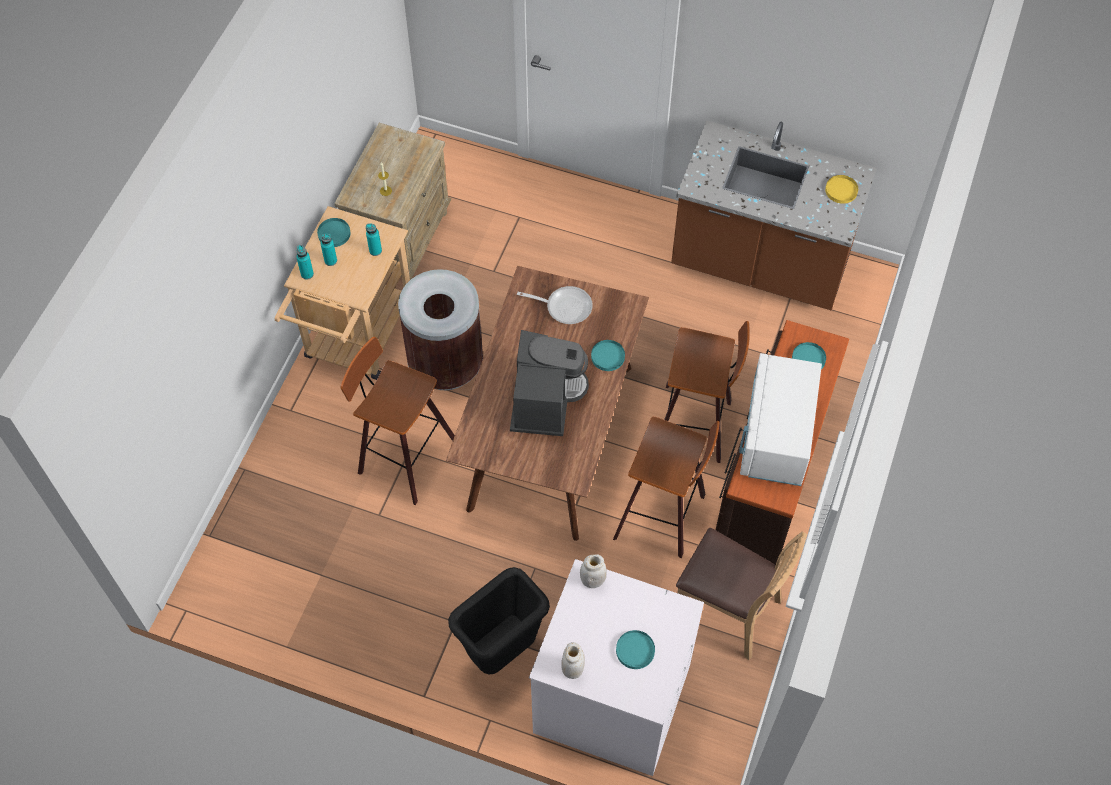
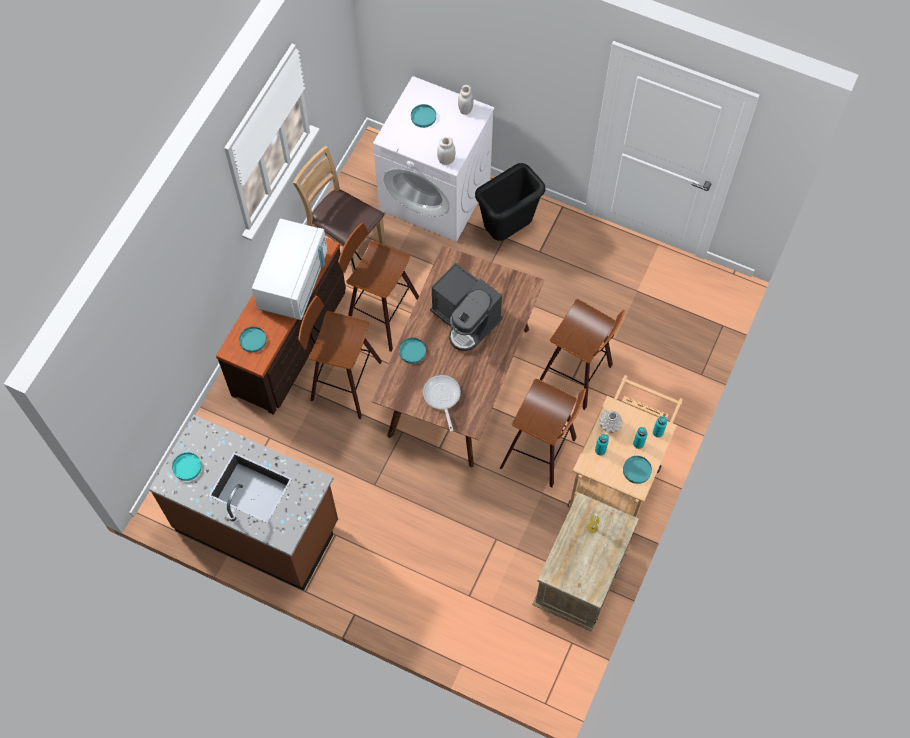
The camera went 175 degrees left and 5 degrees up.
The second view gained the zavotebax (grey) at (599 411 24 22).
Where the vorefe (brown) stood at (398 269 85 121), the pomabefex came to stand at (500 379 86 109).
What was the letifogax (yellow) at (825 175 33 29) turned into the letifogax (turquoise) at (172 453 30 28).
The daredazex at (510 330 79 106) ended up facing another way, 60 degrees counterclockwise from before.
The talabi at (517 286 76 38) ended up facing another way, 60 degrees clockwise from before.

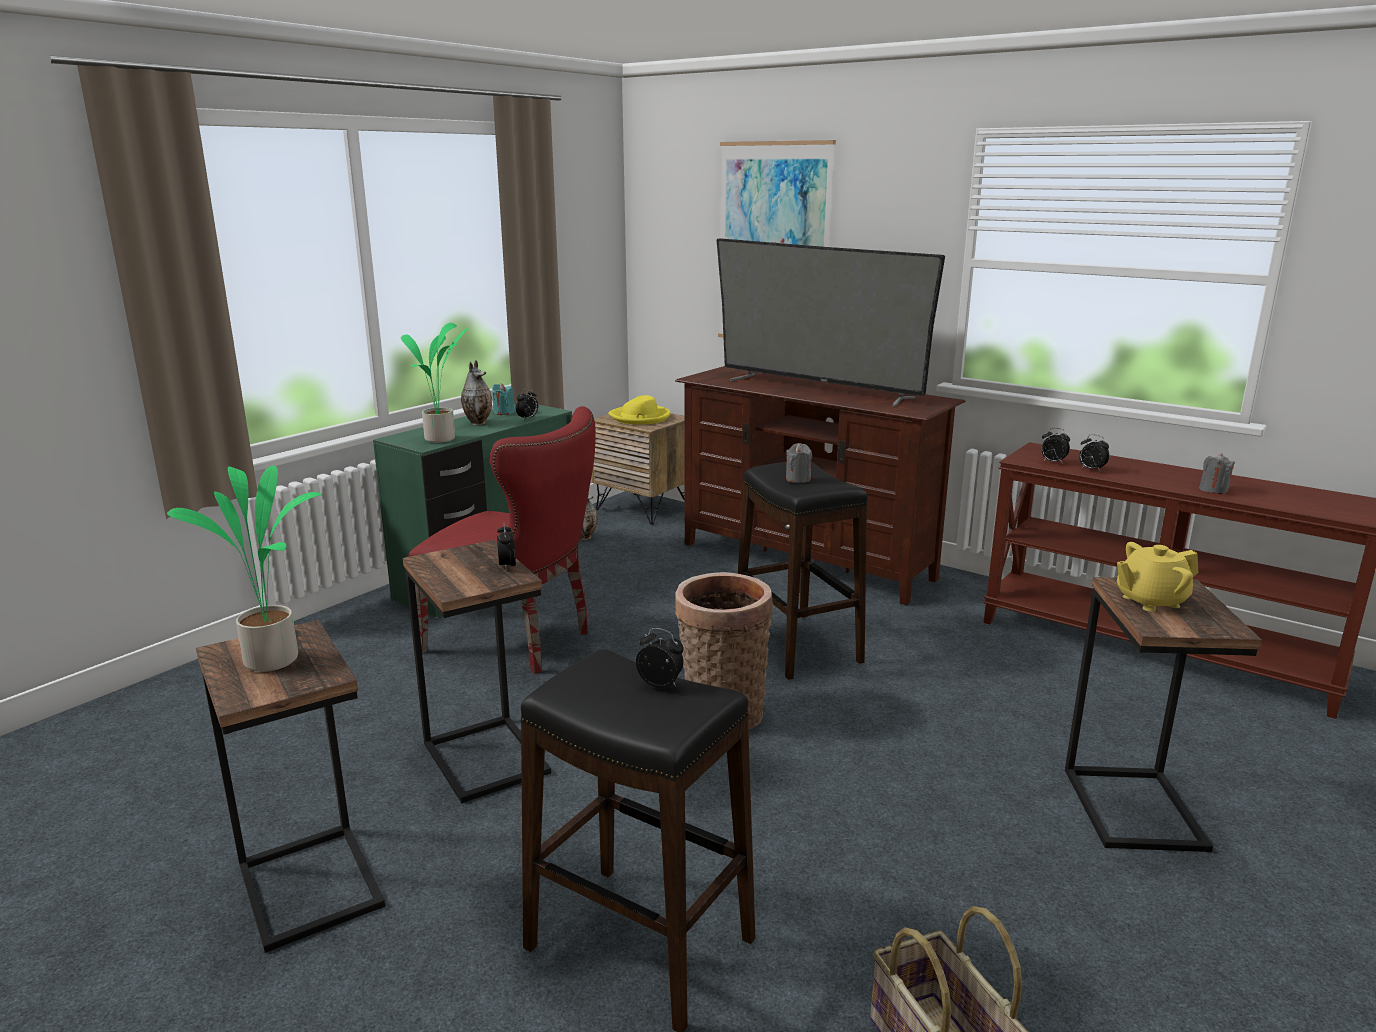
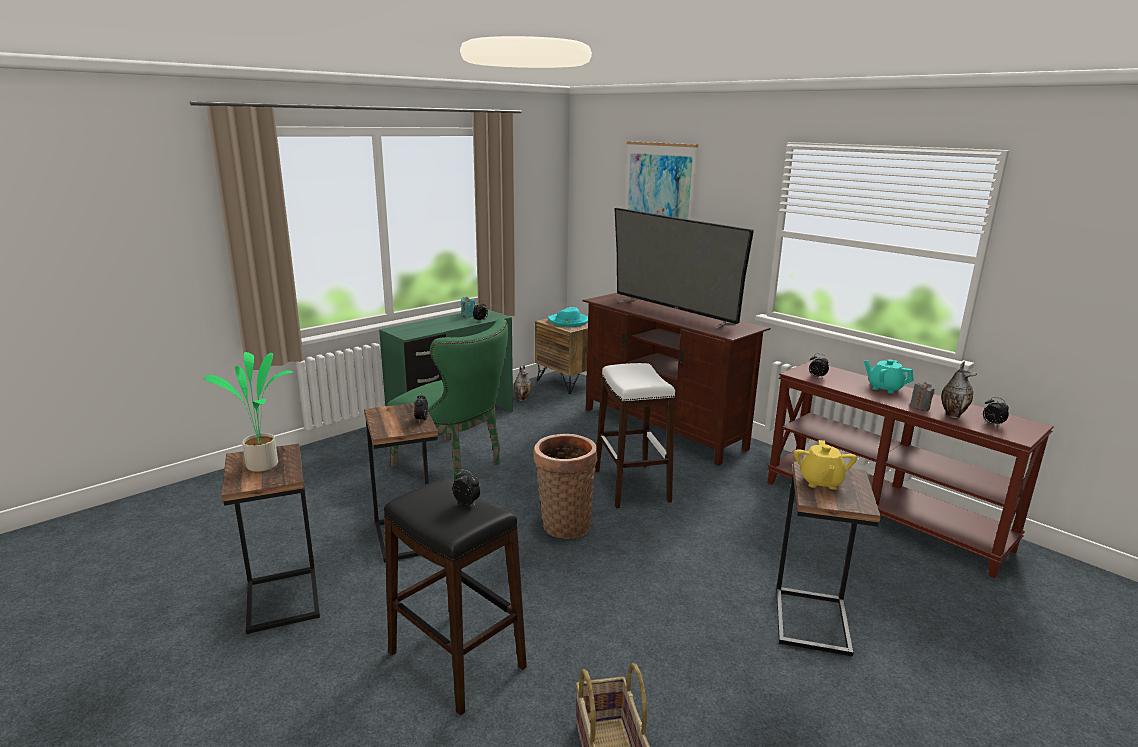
The camera went 10 degrees right and 0 degrees up.
The second view lost the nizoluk at (401 323 68 120).
The second view lost the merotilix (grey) at (786 443 26 40).
The second view gained the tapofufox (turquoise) at (864 359 50 35).
The zavotebax ended up elsewhere, having gone from (461 360 31 66) to (941 361 36 57).
The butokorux ended up elsewhere, having gone from (1079 434 31 38) to (983 397 26 30).
What was the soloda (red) at (407 406 189 268) turned into the soloda (green) at (386 318 122 163).
What was the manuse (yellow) at (608 395 63 30) turned into the manuse (turquoise) at (548 307 40 20).
What was the pomabefex (black) at (738 462 129 218) turned into the pomabefex (white) at (595 363 80 145).
The tapofufox (yellow) at (1117 542 81 70) ended up facing another way, 75 degrees counterclockwise from before.

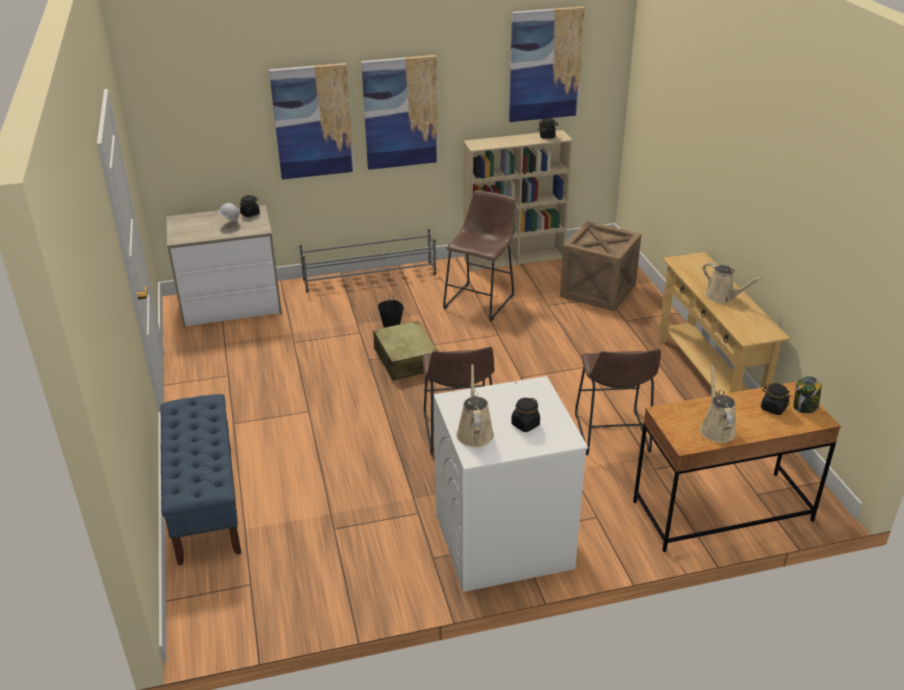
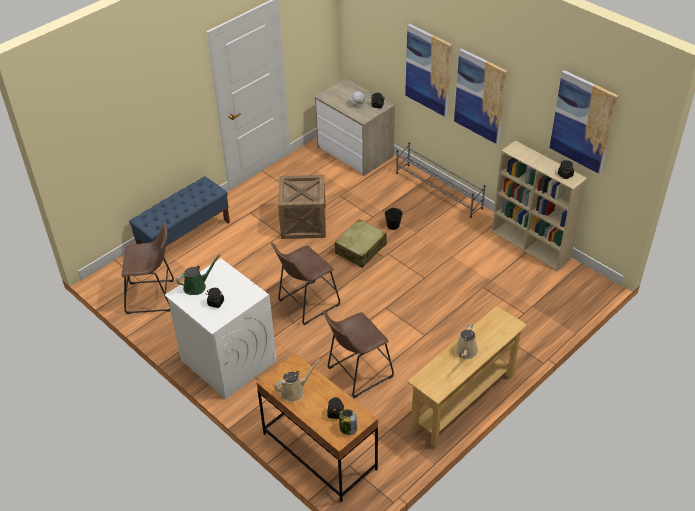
The camera went 60 degrees right and 10 degrees up.
The pomabefex (brown) ended up elsewhere, having gone from (443 190 73 131) to (122 222 52 92).
The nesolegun ended up elsewhere, having gone from (560 221 81 90) to (278 175 48 64).
What was the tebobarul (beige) at (456 364 38 83) turned into the tebobarul (green) at (176 255 44 40).

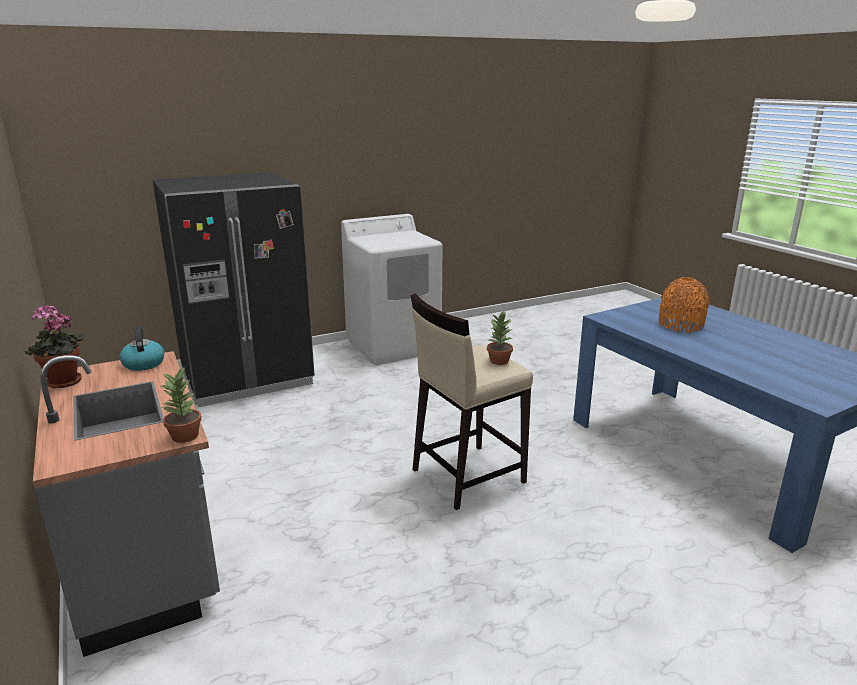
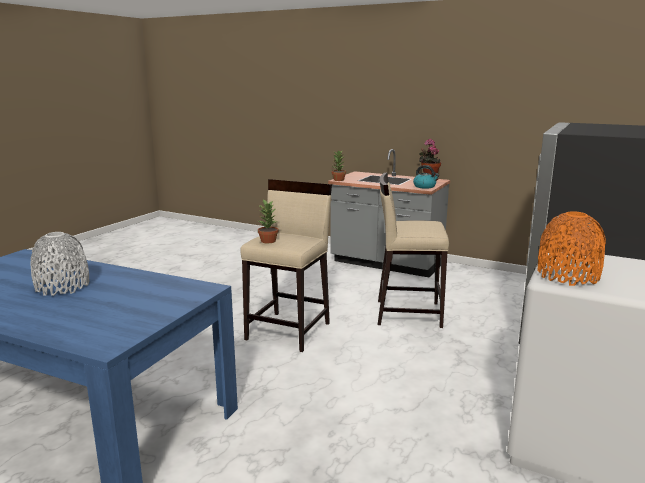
The camera went 145 degrees right and 5 degrees down.
The second view gained the zavotebax (grey) at (30 232 59 64).
The second view gained the pomabefex (beige) at (378 172 71 156).
The zavotebax (orange) ended up elsewhere, having gone from (659 277 50 56) to (537 211 69 75).

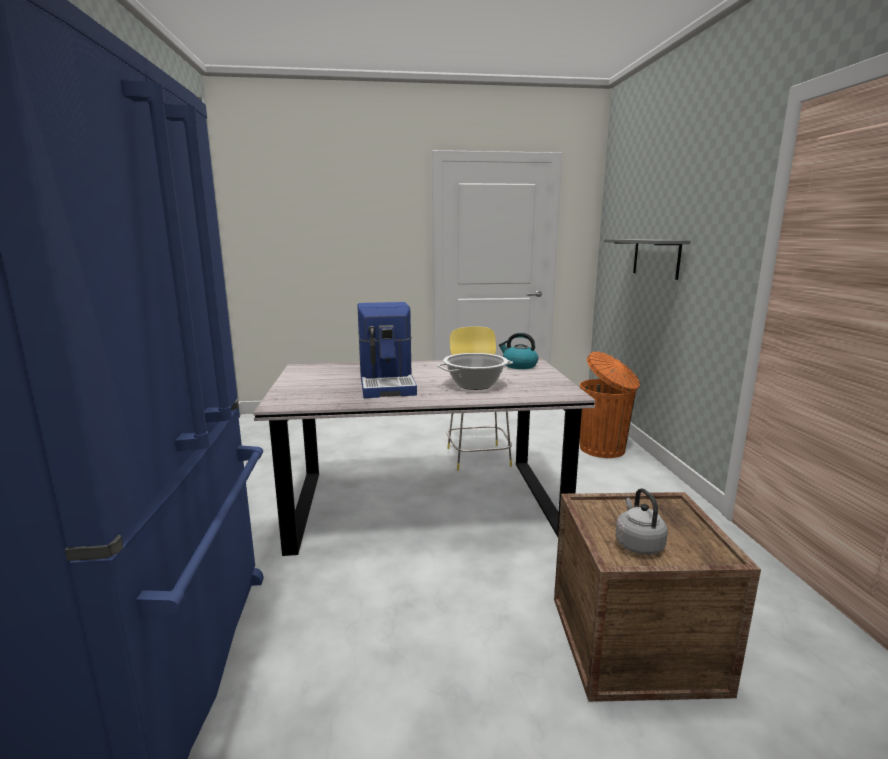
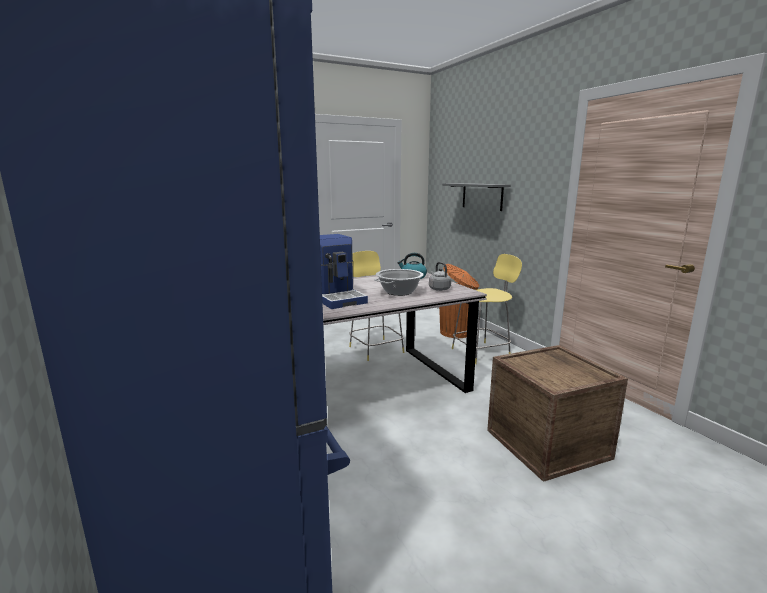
The camera went 20 degrees left and 0 degrees up.
The second view gained the pomabefex (yellow) at (452 254 70 110).
The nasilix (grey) ended up elsewhere, having gone from (616 488 52 67) to (429 262 22 29).

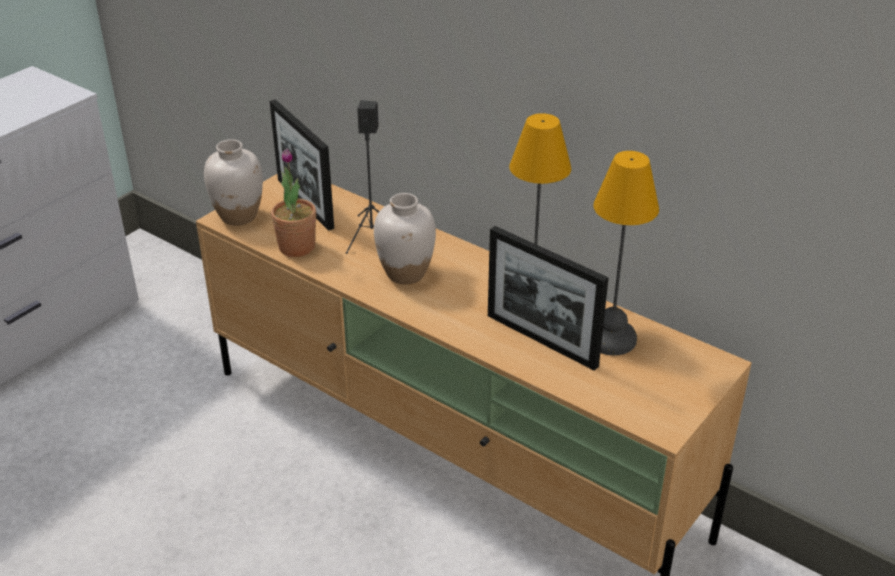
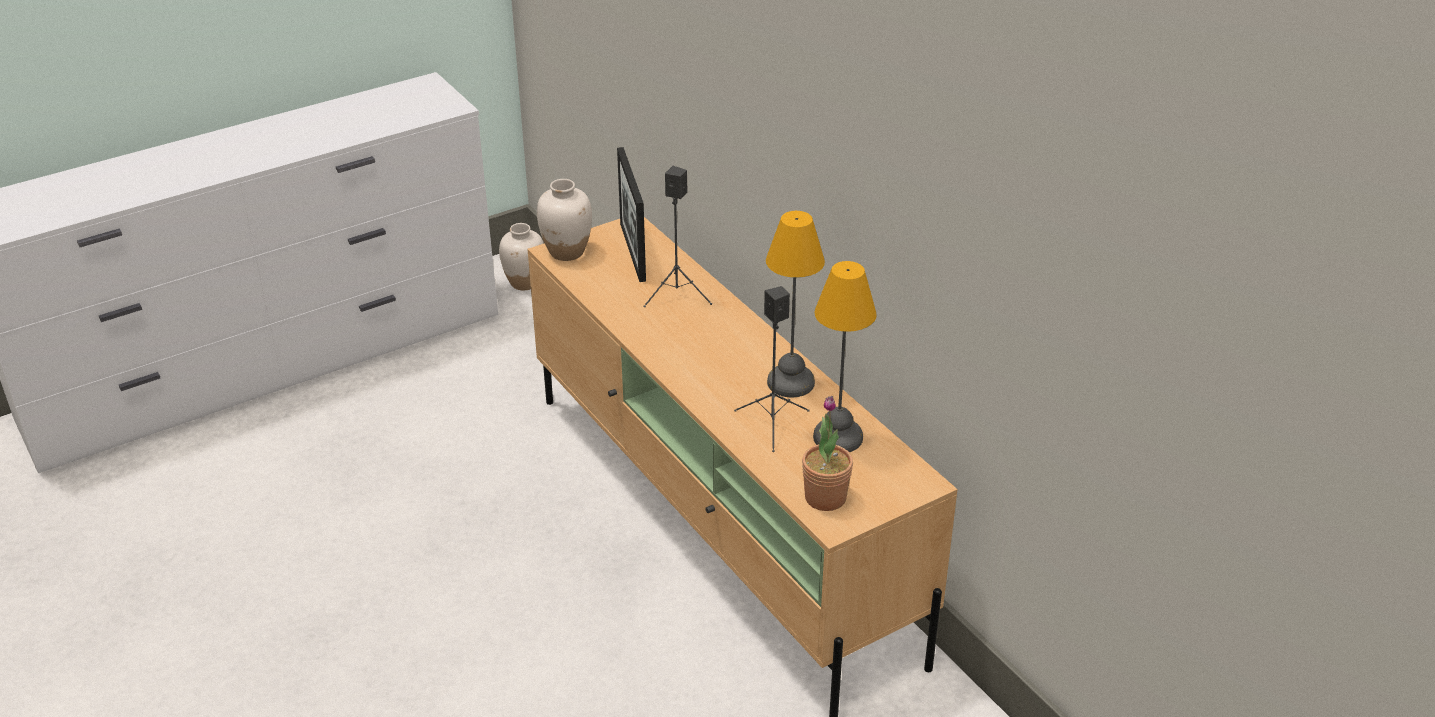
The camera went 20 degrees right and 0 degrees up.
The nizoluk ended up elsewhere, having gone from (271 148 45 109) to (802 396 51 115).
The zavotebax (white) ended up elsewhere, having gone from (374 193 62 91) to (499 223 45 67).
Where the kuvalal stood at (488 226 121 145), the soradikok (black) came to stand at (734 286 76 166).

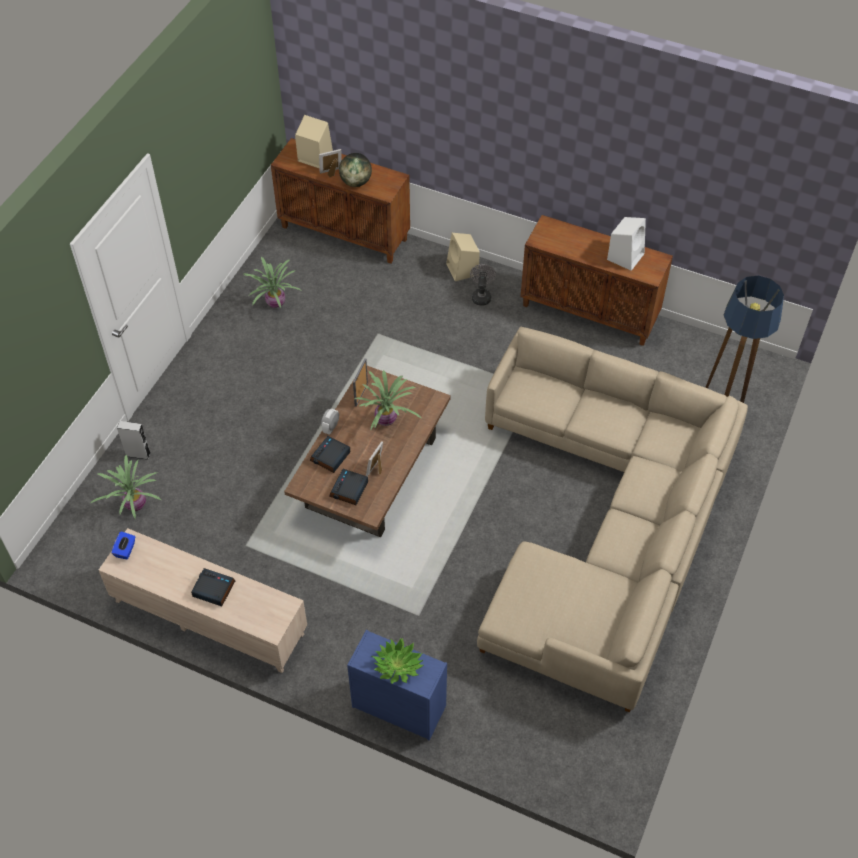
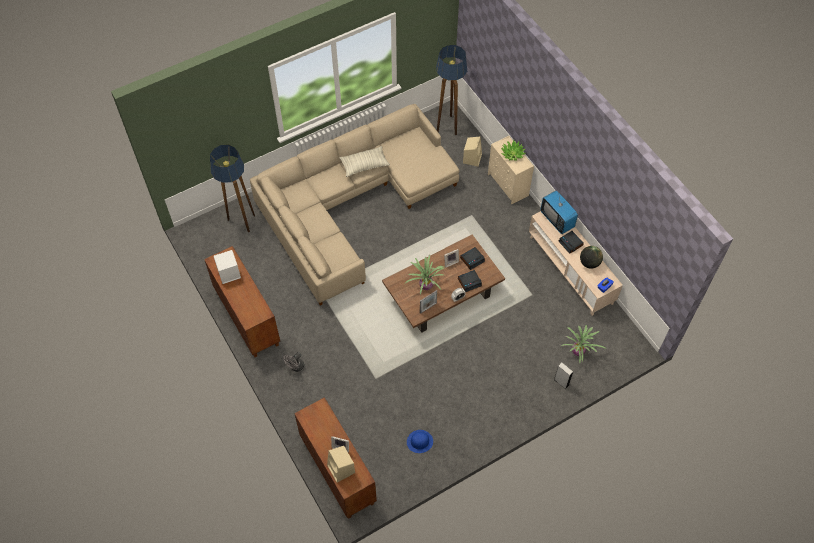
The camera went 145 degrees left and 5 degrees up.
The second view gained the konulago at (340 146 50 31).
The second view gained the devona at (436 45 31 91).
The second view gained the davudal at (540 191 38 43).
The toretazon ended up elsewhere, having gone from (339 153 33 34) to (580 246 23 23).
The soradikok (beige) ended up elsewhere, having gone from (446 233 34 48) to (463 137 19 30).
Where the nizoluk stood at (244 257 58 51), the manuse (blue) came to stand at (407 430 26 23).
What was the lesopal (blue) at (347 630 100 111) turned into the lesopal (beige) at (488 136 46 68).

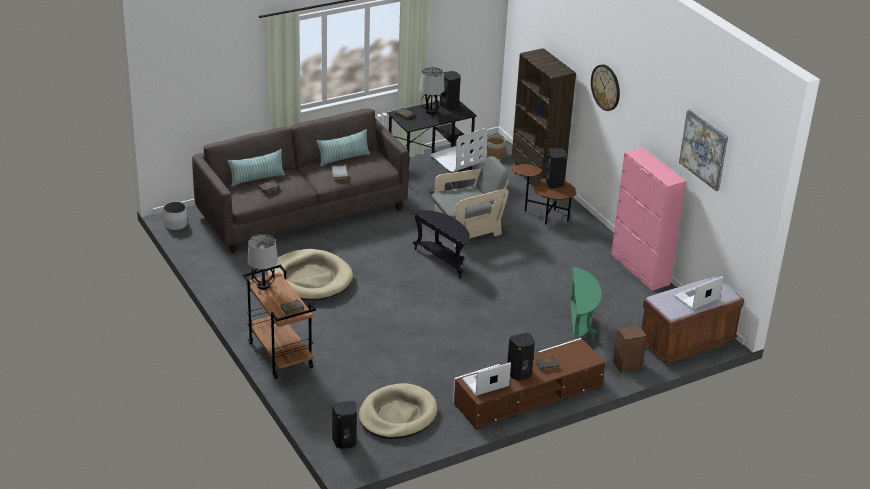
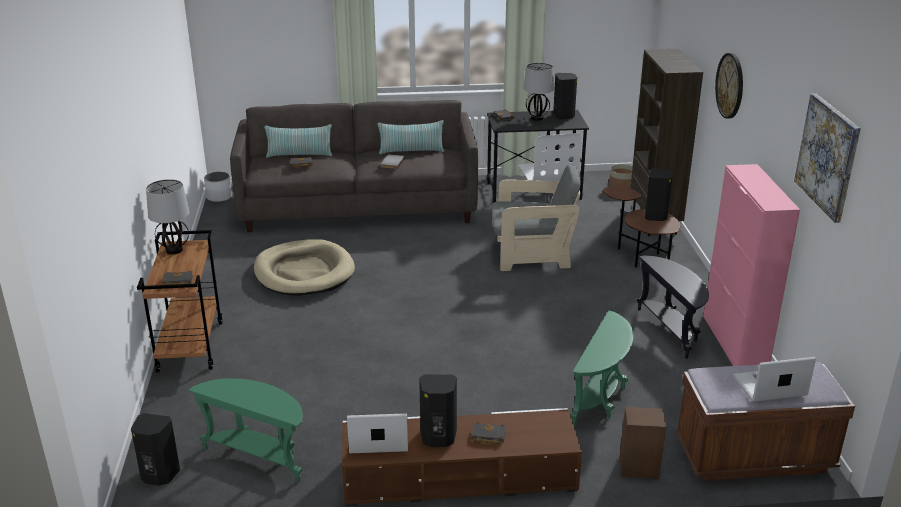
The camera went 25 degrees right and 5 degrees down.
The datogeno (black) ended up elsewhere, having gone from (412 210 58 69) to (637 256 72 103).
Where the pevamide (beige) stood at (359 383 78 56), the datogeno (green) came to stand at (188 378 115 105).

